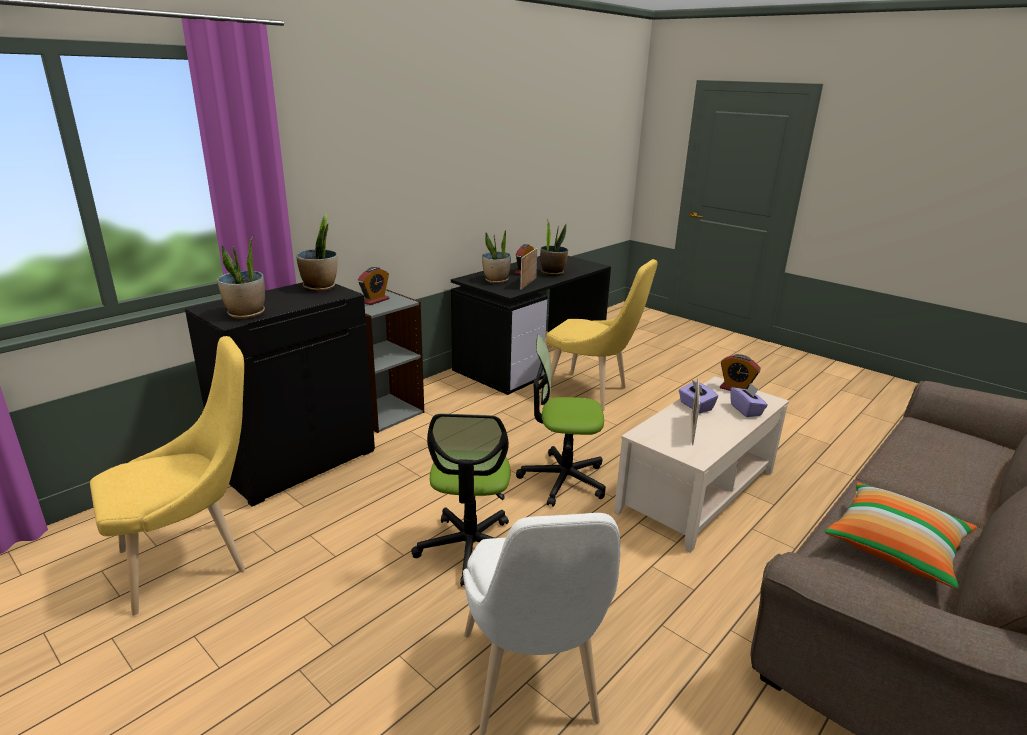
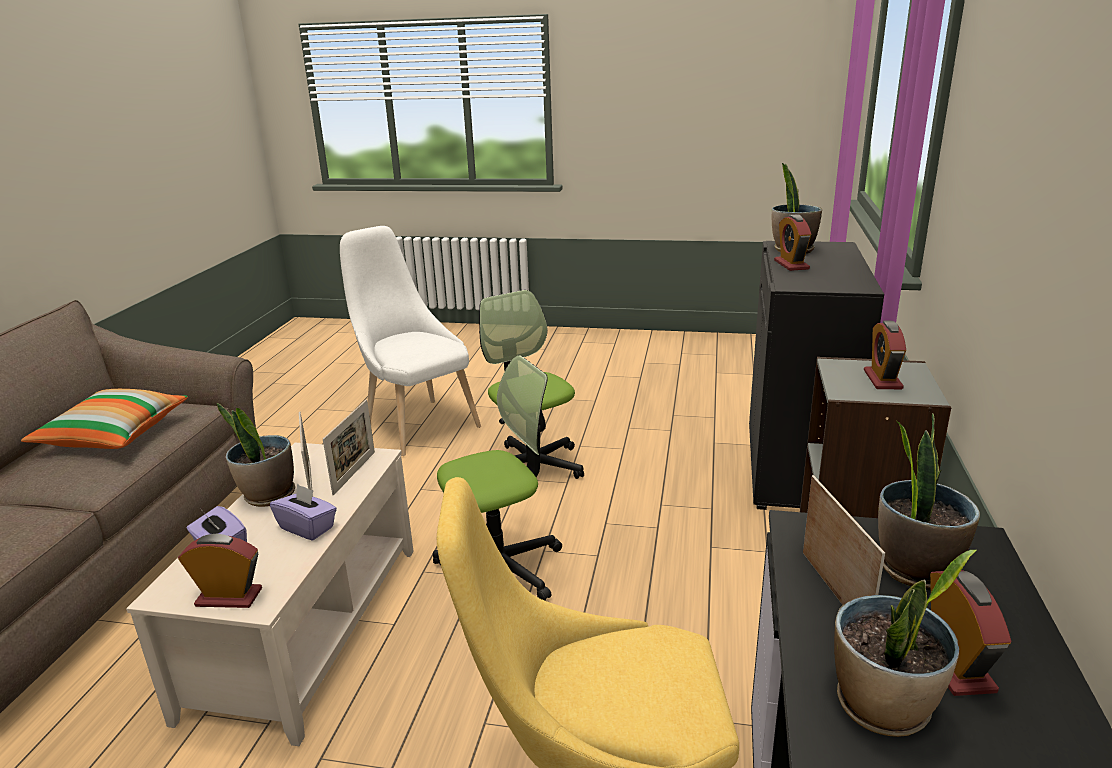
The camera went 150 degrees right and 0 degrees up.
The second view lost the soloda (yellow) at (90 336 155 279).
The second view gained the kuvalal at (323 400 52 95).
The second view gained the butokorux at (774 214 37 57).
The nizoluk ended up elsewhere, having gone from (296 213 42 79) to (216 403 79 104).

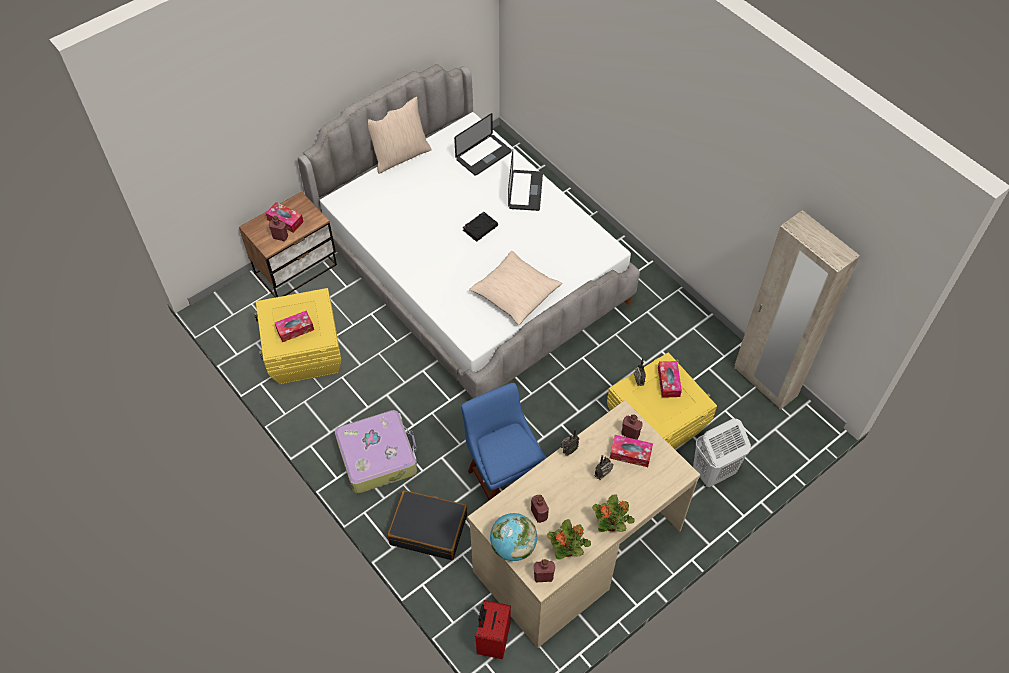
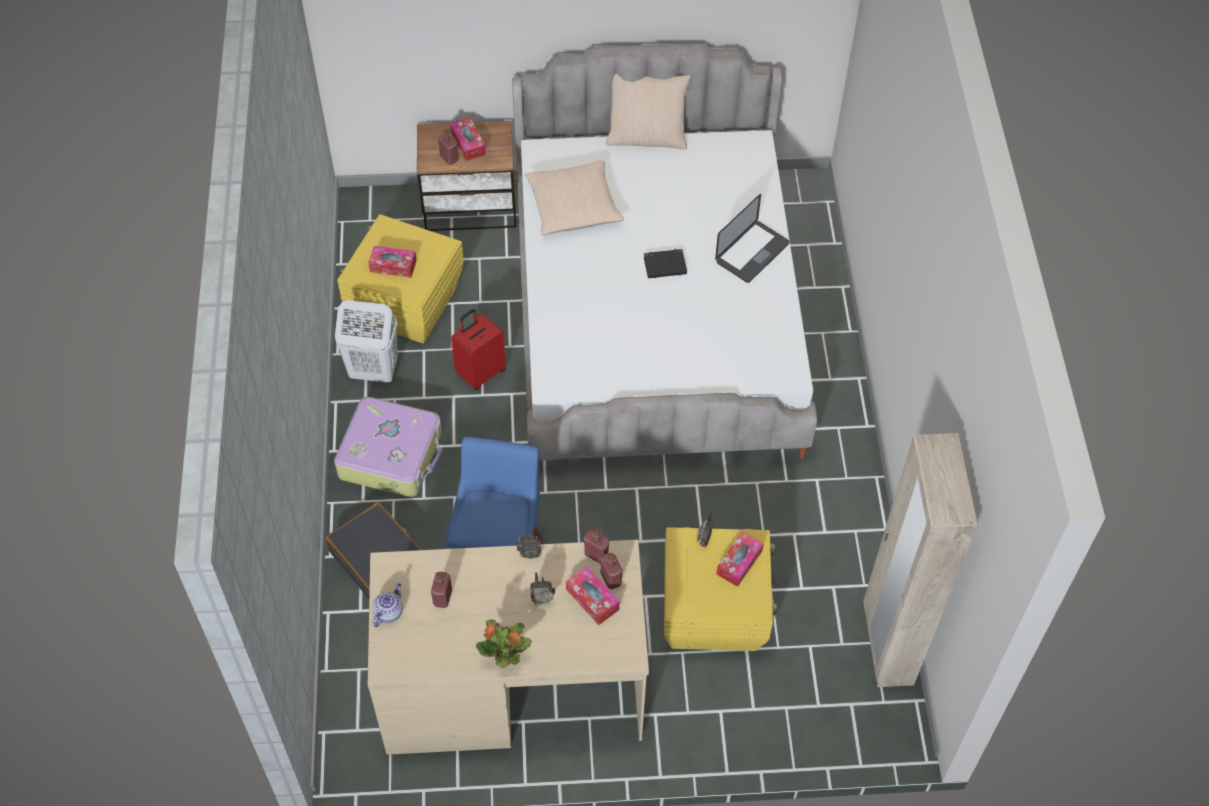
The camera went 35 degrees right and 0 degrees up.
The second view lost the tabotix at (454 113 58 63).
The second view lost the nizoluk at (547 519 44 41).
The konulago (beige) ended up elsewhere, having gone from (469 251 93 74) to (525 160 99 75).
The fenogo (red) ended up elsewhere, having gone from (476 600 35 59) to (451 309 55 81).
The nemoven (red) ended up elsewhere, having gone from (534 559 21 23) to (584 528 25 36).
The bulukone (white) ended up elsewhere, having gone from (693 419 58 68) to (335 300 63 83).
Where the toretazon stood at (490 513 47 48), the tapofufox came to stand at (372 583 31 44).

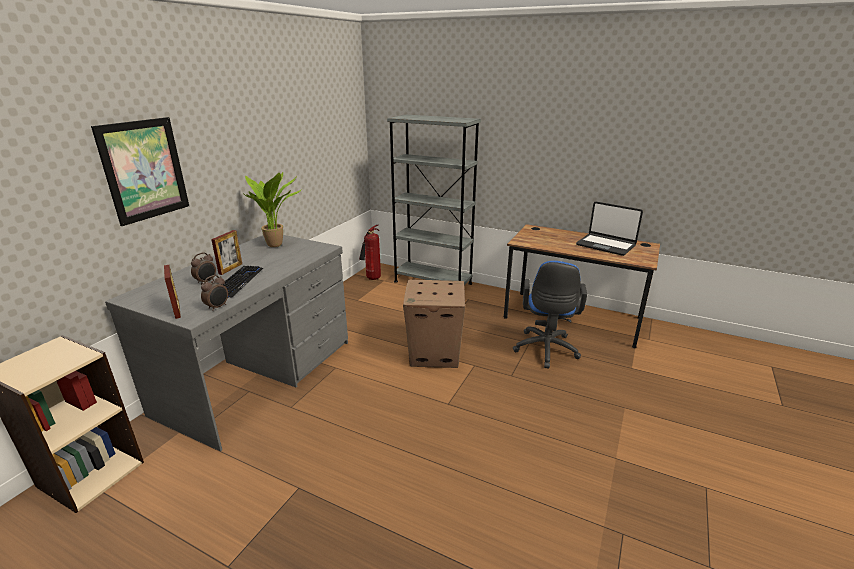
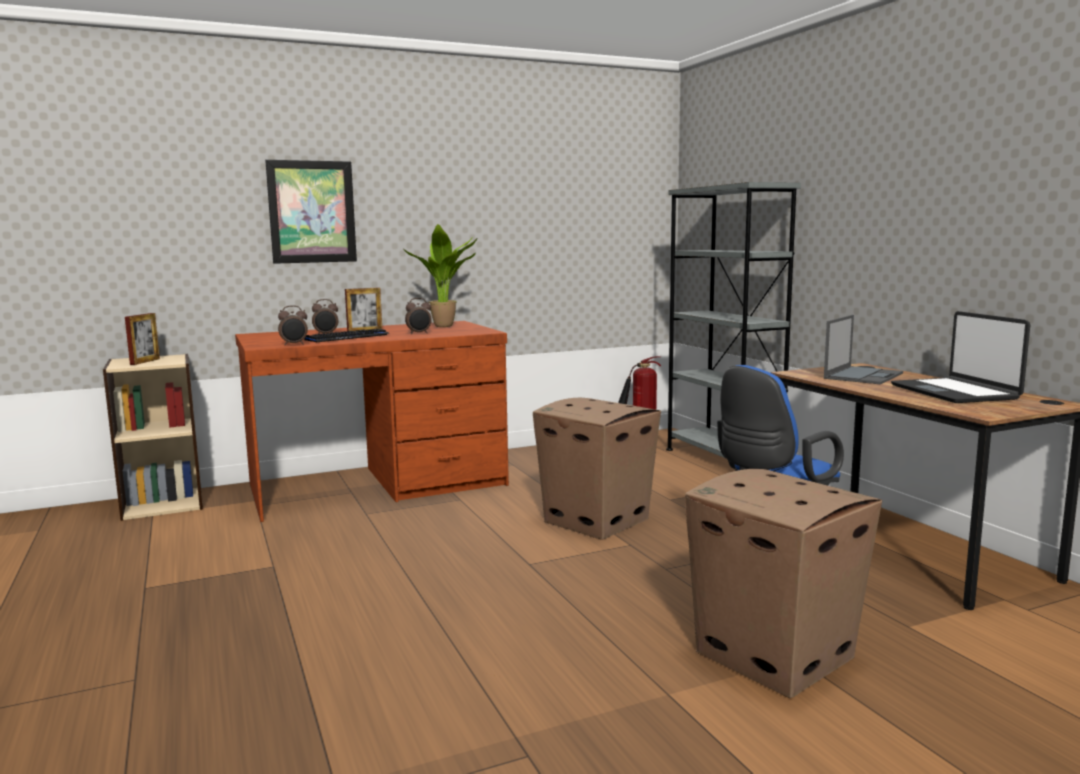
The camera went 40 degrees right and 15 degrees down.
The second view gained the butokorux at (405 298 27 36).
The second view gained the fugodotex at (685 469 197 229).
The second view gained the tabotix at (824 315 79 69).
The kuvalal ended up elsewhere, having gone from (164 265 17 54) to (125 313 35 52).
What was the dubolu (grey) at (105 235 243 216) turned into the dubolu (brown) at (235 321 274 201).

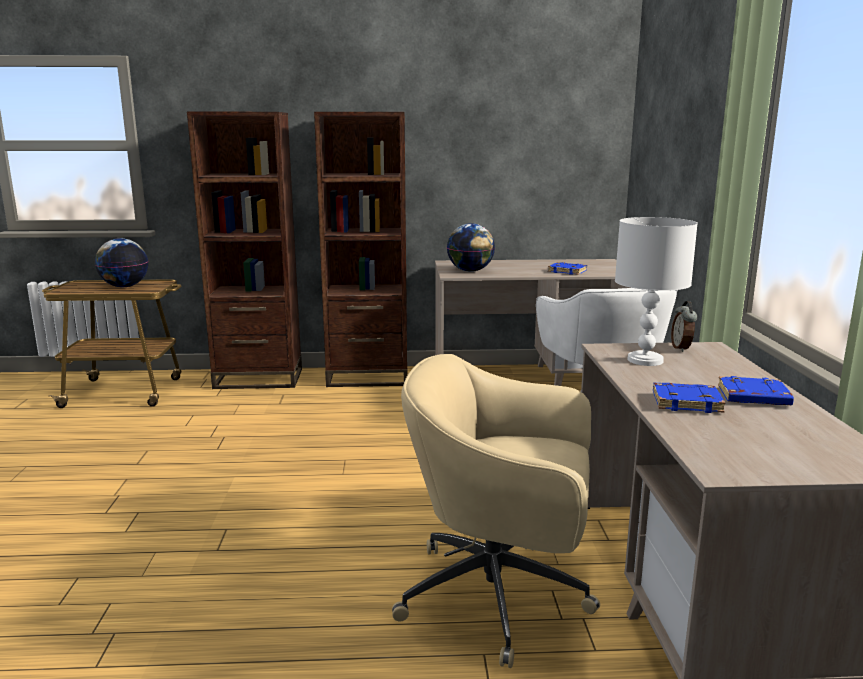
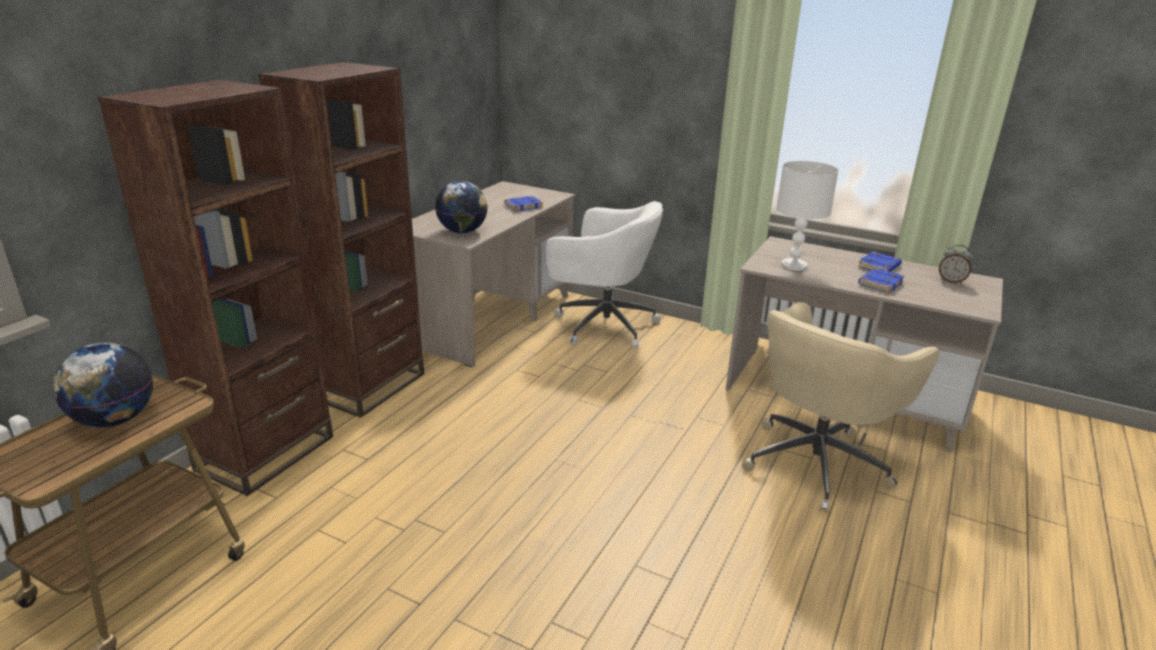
The camera went 60 degrees left and 10 degrees up.
The butokorux ended up elsewhere, having gone from (671 301 26 51) to (939 245 34 39).

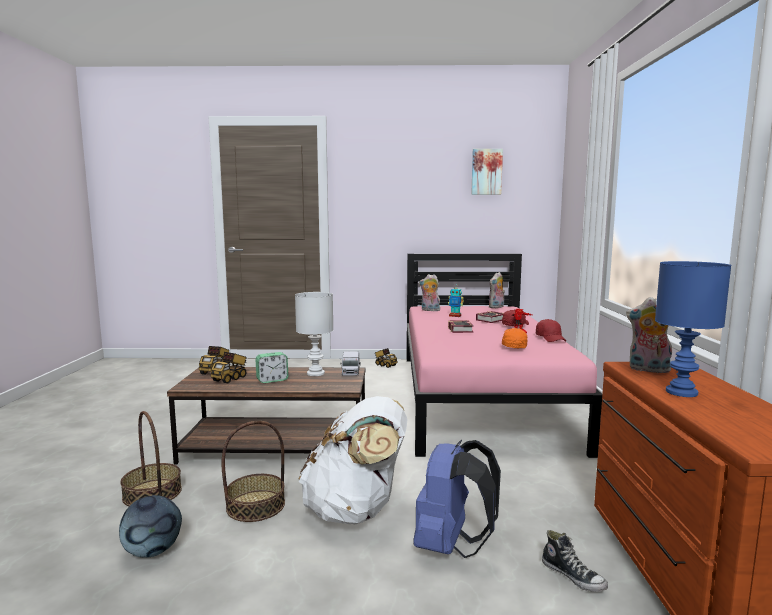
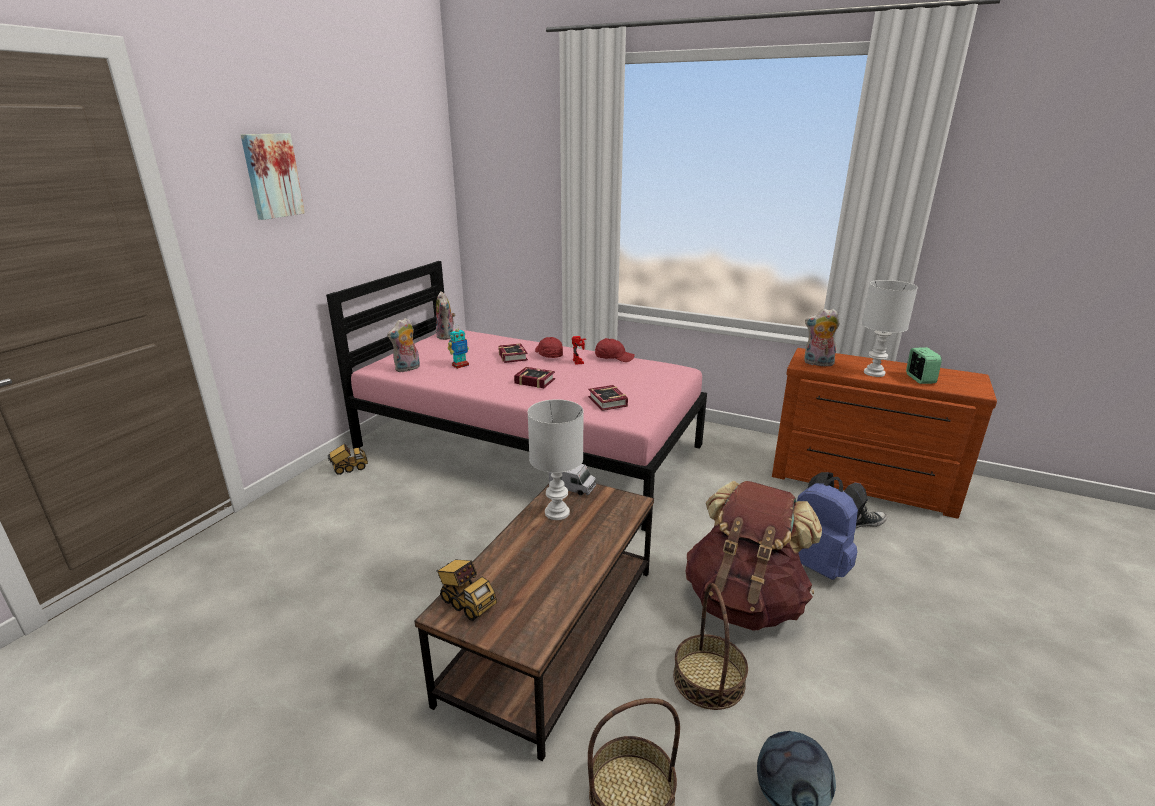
The camera went 65 degrees left and 15 degrees up.
The second view lost the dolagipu at (211 352 36 31).
The second view lost the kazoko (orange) at (502 328 25 20).
The second view gained the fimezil at (588 385 40 26).
The butokorux ended up elsewhere, having gone from (255 352 33 31) to (906 347 36 37).
The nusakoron ended up elsewhere, having gone from (471 149 32 46) to (241 133 64 87).
What was the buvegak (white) at (298 396 110 128) turned into the buvegak (brown) at (686 481 136 150).
What was the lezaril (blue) at (655 261 76 136) turned into the lezaril (white) at (862 280 56 97).
The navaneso at (626 297 46 76) ended up facing another way, 60 degrees clockwise from before.

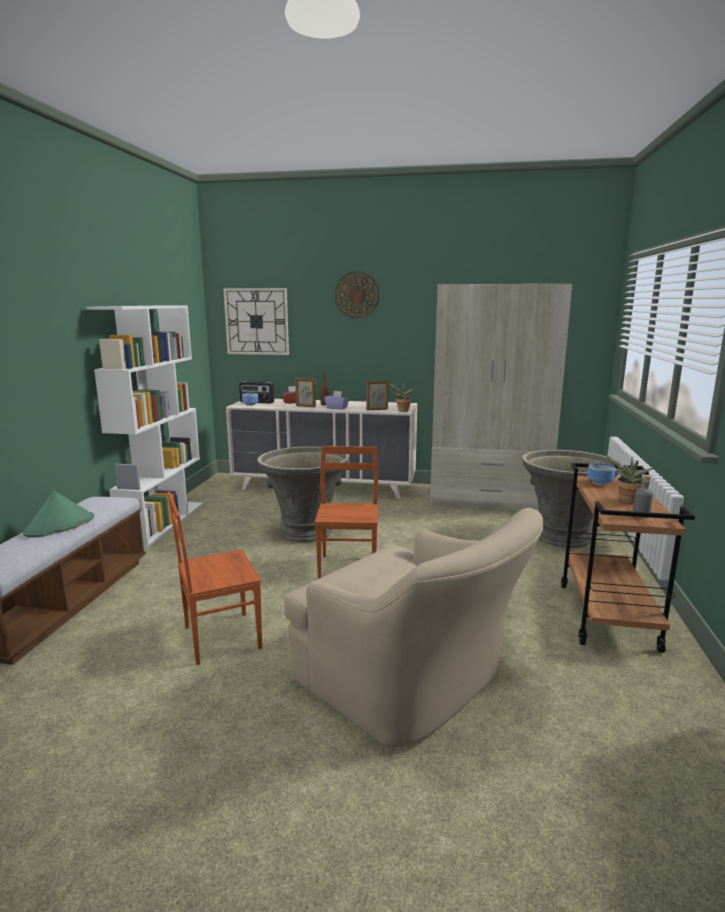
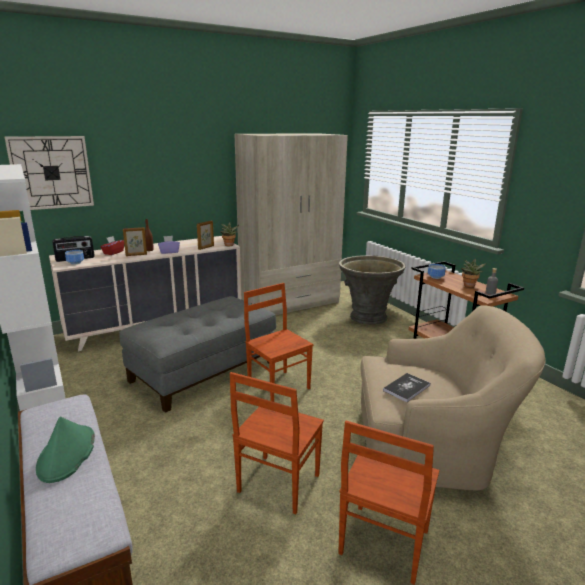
The camera went 40 degrees left and 5 degrees up.
The second view lost the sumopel at (335 272 44 46).
The second view gained the soloda (brown) at (338 421 101 164).
The second view gained the fimezil at (383 373 47 29).
Where the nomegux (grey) stood at (257 446 92 96), the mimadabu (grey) came to stand at (119 296 157 117).

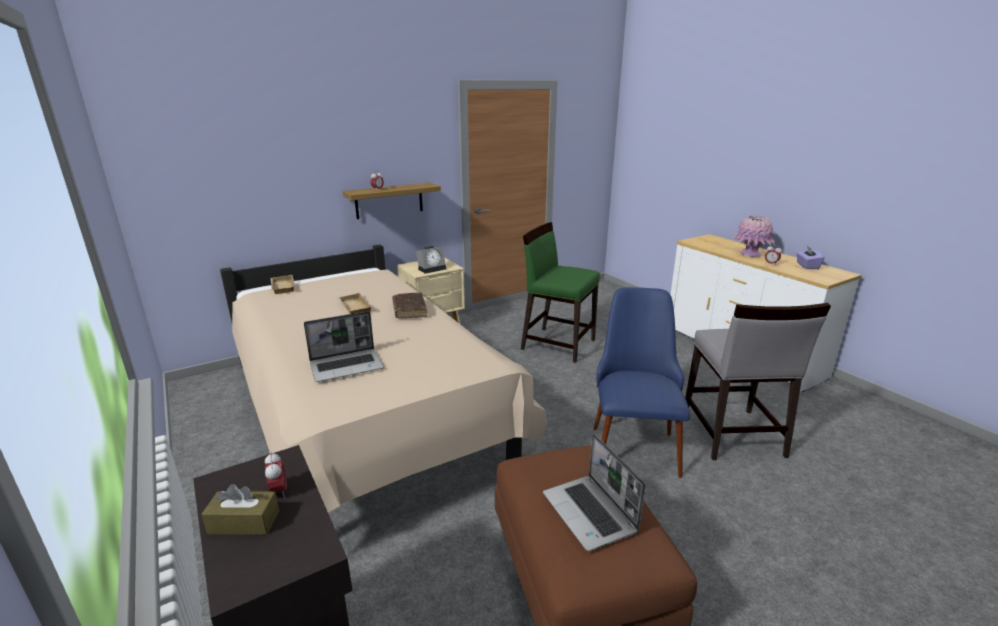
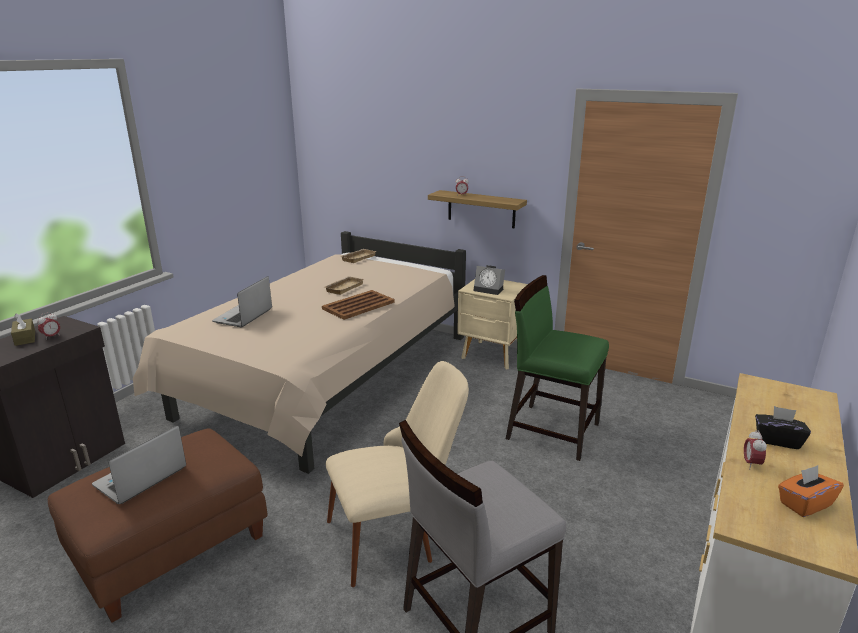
The camera went 60 degrees right and 0 degrees up.
Where the fimezil (brown) stood at (392 292 35 26), the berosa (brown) came to stand at (322 290 73 30).
Where the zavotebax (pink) stood at (732 215 43 42), the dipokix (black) came to stand at (755 406 56 43).
What was the soloda (blue) at (593 287 97 191) turned into the soloda (beige) at (326 361 143 226).
What was the dipokix (purple) at (796 246 28 23) turned into the dipokix (orange) at (778 465 66 52).
The tabotix at (304 311 80 71) ended up facing another way, 75 degrees clockwise from before.
The soloda (green) at (521 222 79 141) ended up facing another way, 60 degrees counterclockwise from before.

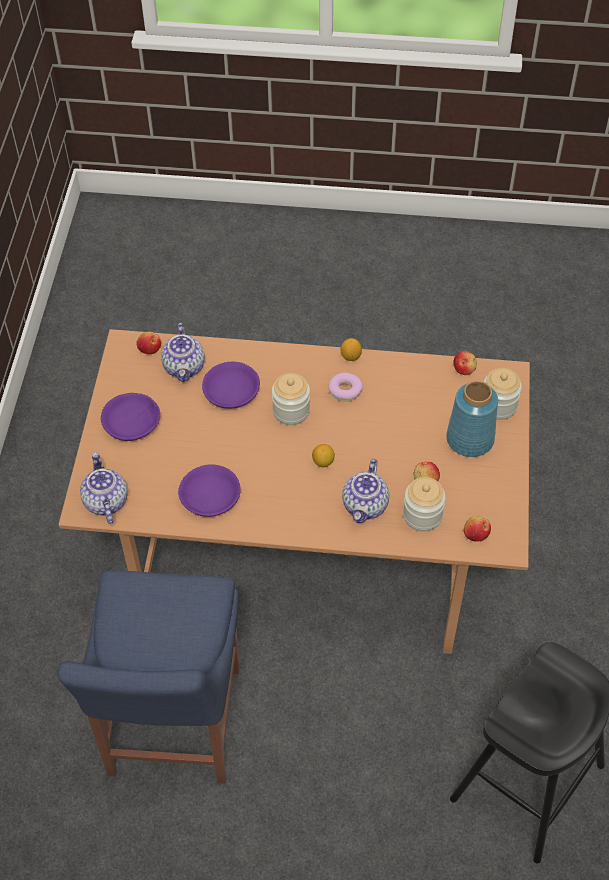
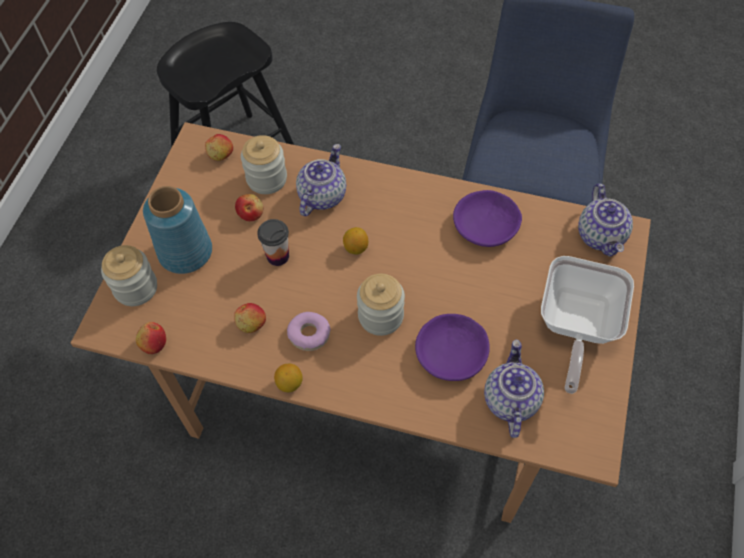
The camera went 170 degrees left and 5 degrees up.
The second view gained the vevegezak at (257 219 32 47).
The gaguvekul ended up elsewhere, having gone from (136 332 25 22) to (234 303 32 30).
Where the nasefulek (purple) stood at (101 393 59 48), the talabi came to stand at (541 256 93 138).

